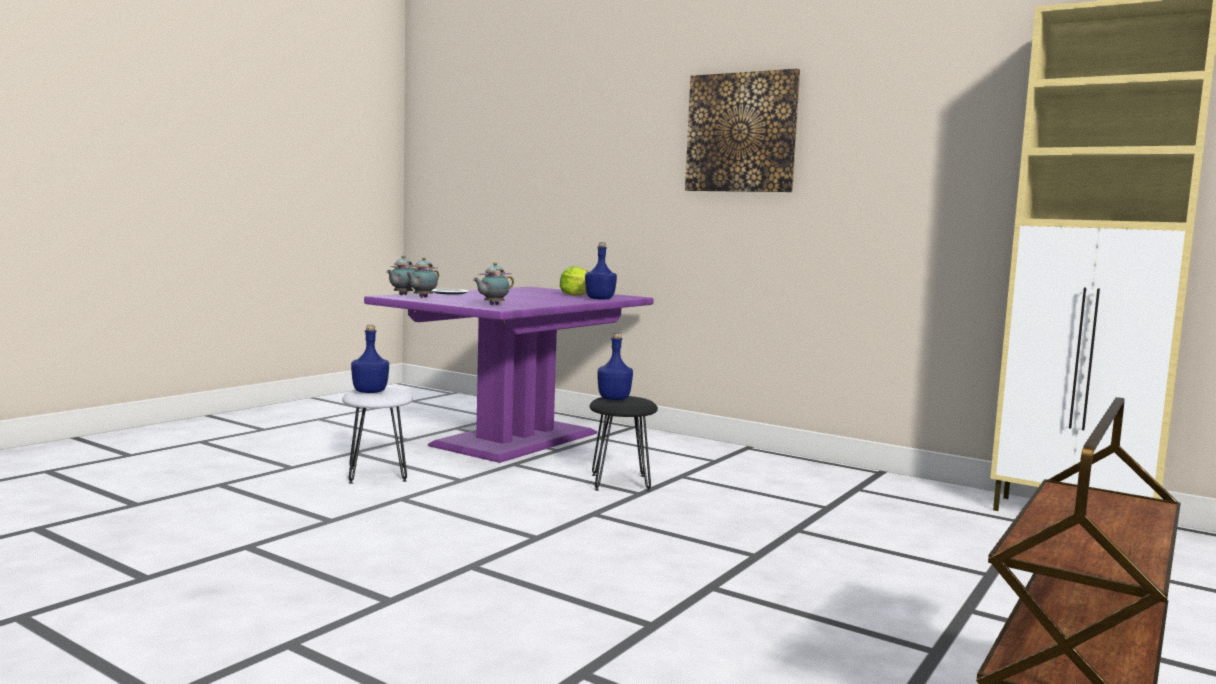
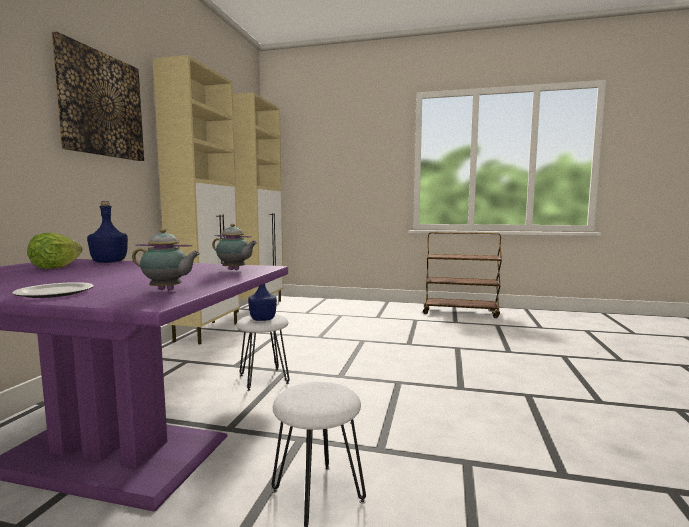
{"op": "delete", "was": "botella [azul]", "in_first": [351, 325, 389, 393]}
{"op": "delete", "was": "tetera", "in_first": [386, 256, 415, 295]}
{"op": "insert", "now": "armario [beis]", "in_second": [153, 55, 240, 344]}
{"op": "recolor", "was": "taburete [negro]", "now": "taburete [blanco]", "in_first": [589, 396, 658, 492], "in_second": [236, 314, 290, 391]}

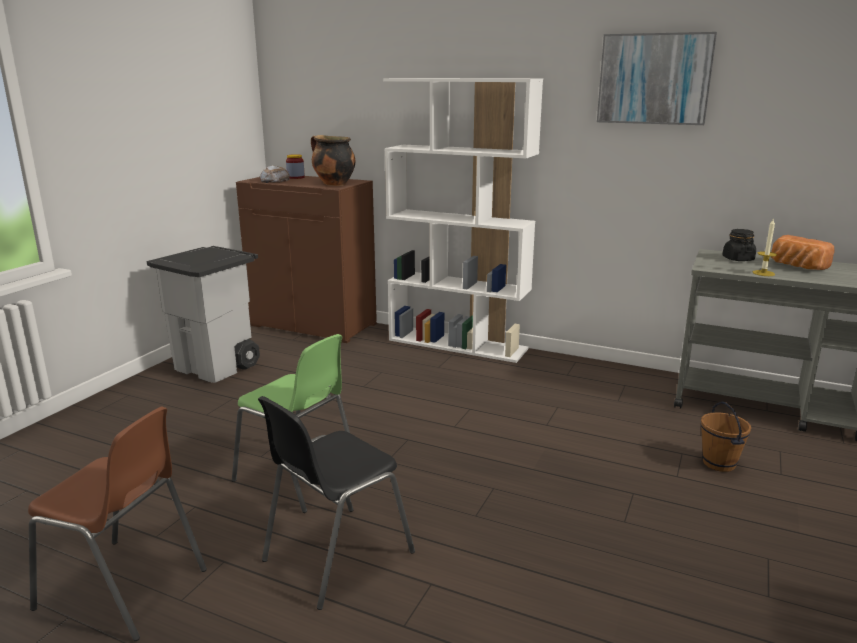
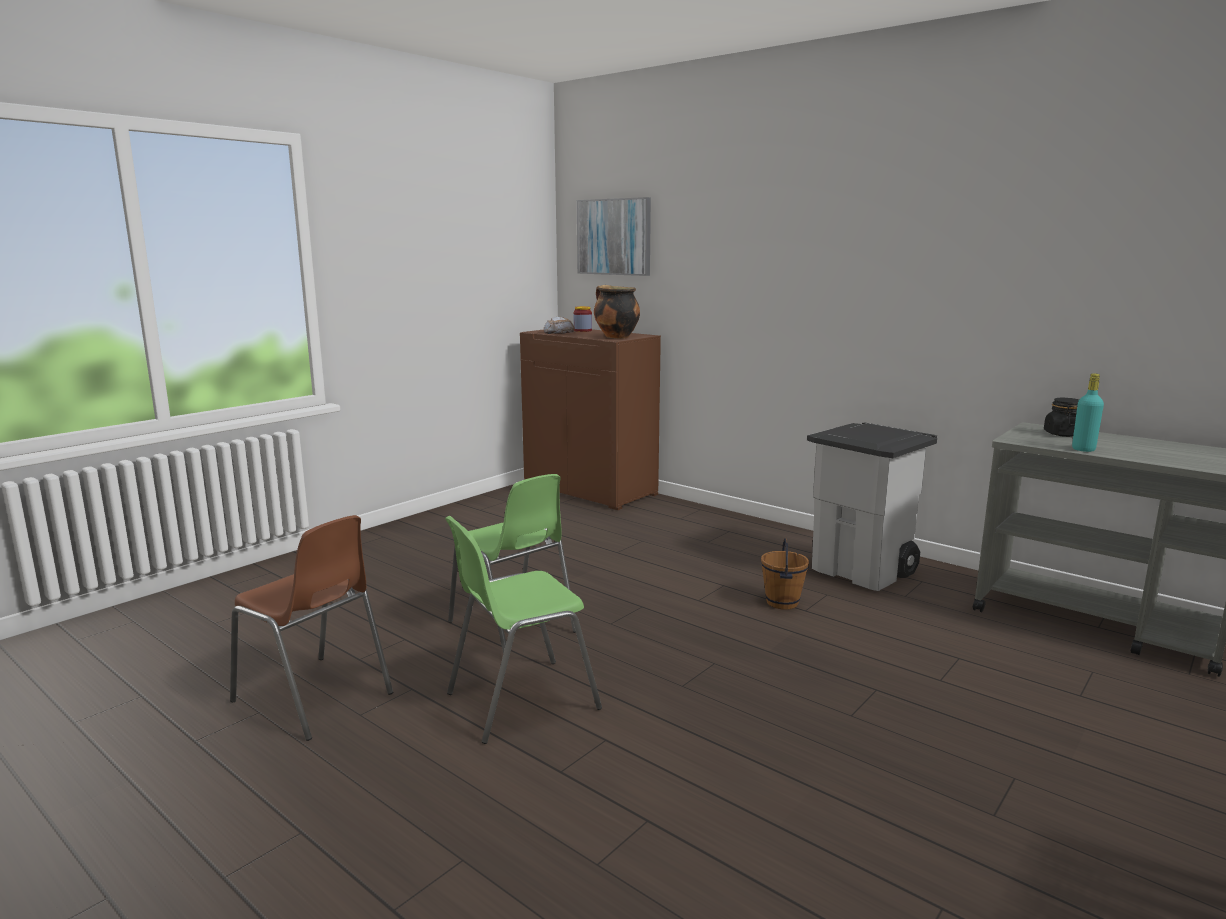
{"op": "delete", "was": "estantería [blanco]", "in_first": [383, 78, 543, 363]}
{"op": "delete", "was": "pan", "in_first": [771, 235, 835, 270]}
{"op": "move", "was": "papelera [gris]", "in_first": [147, 246, 260, 383], "in_second": [807, 422, 937, 591]}
{"op": "move", "was": "cuadro", "in_first": [597, 32, 717, 125], "in_second": [577, 197, 651, 276]}
{"op": "move", "was": "cubo [marrón]", "in_first": [701, 402, 751, 472], "in_second": [761, 538, 809, 610]}
{"op": "replace", "was": "vela", "now": "botella [turquesa]", "in_first": [752, 218, 777, 276], "in_second": [1072, 373, 1104, 452]}
{"op": "recolor", "was": "silla [negro]", "now": "silla [verde]", "in_first": [258, 396, 415, 610], "in_second": [445, 516, 602, 744]}

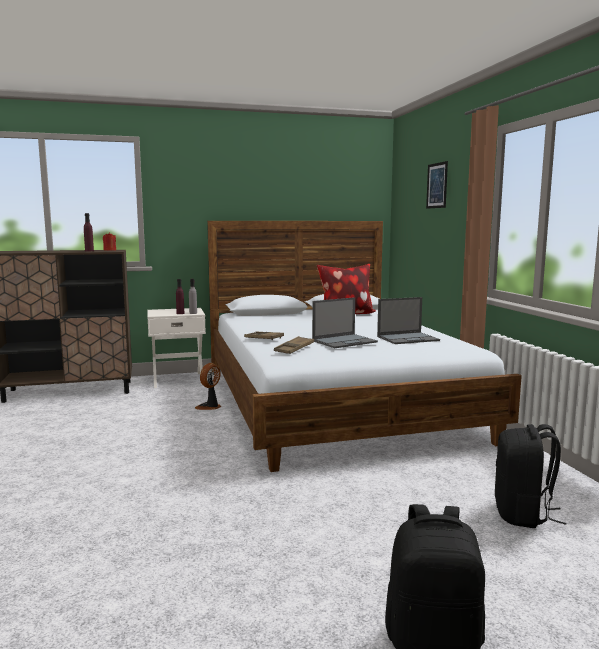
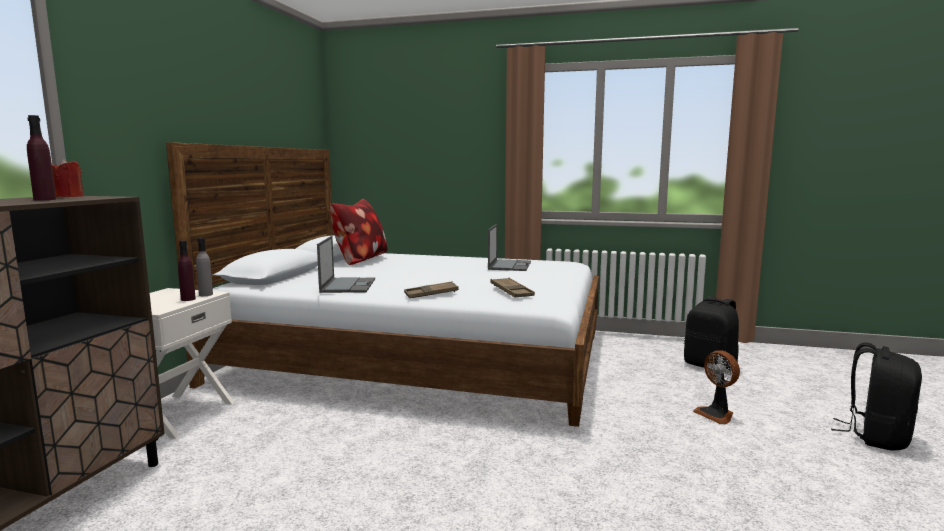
{"op": "delete", "was": "cuadro", "in_first": [426, 161, 448, 209]}
{"op": "move", "was": "ventilador", "in_first": [195, 363, 221, 410], "in_second": [693, 350, 740, 424]}
{"op": "move", "was": "portátil", "in_first": [312, 297, 378, 348], "in_second": [317, 236, 375, 293]}

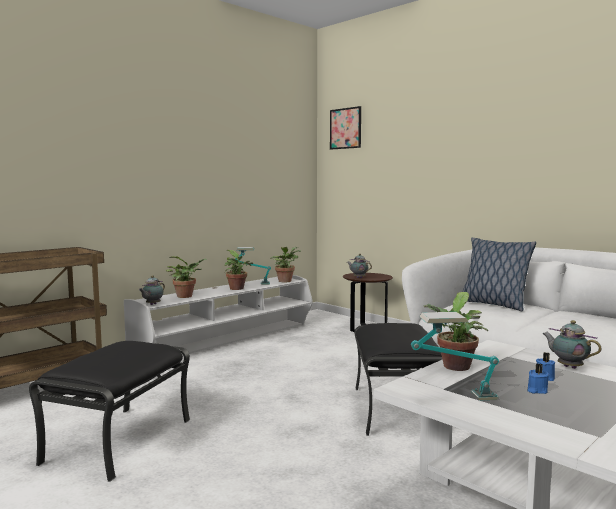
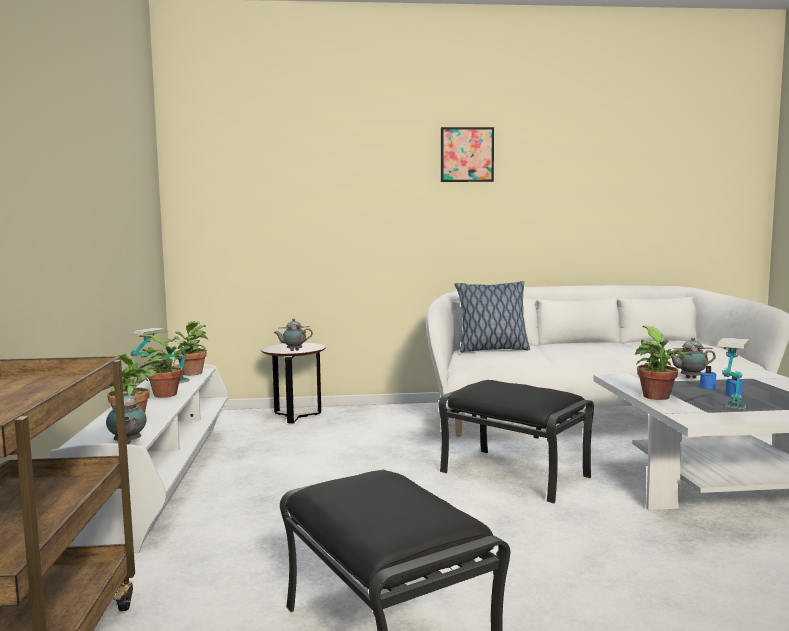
{"op": "move", "was": "cuadro", "in_first": [330, 106, 361, 150], "in_second": [441, 127, 494, 182]}

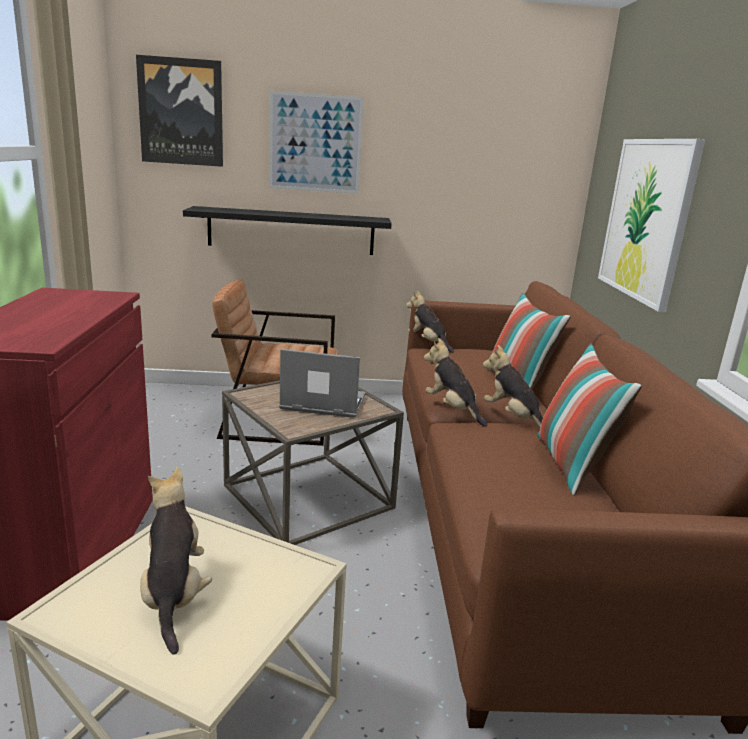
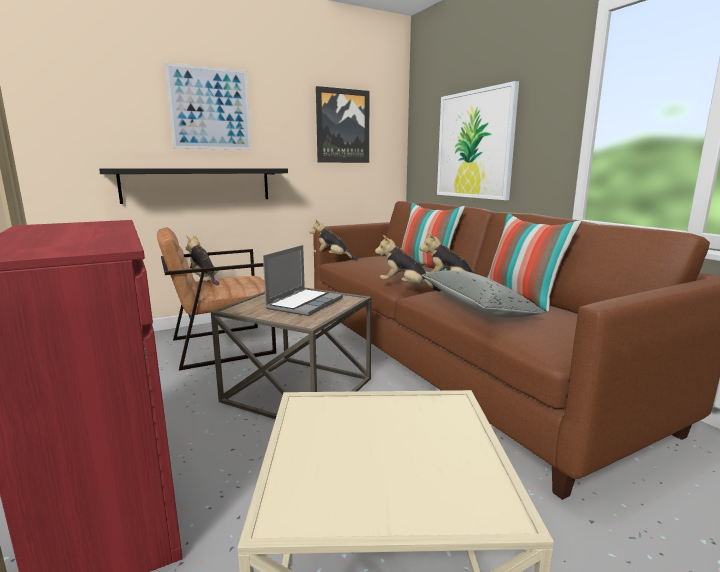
{"op": "insert", "now": "cojín [gris]", "in_second": [422, 271, 546, 318]}
{"op": "move", "was": "cuadro", "in_first": [136, 55, 223, 167], "in_second": [316, 86, 370, 163]}
{"op": "move", "was": "peluche", "in_first": [140, 467, 212, 655], "in_second": [186, 235, 219, 286]}
{"op": "rotate", "was": "portátil", "in_first": [279, 349, 366, 418], "in_second": [263, 245, 343, 316], "clockwise": 135}

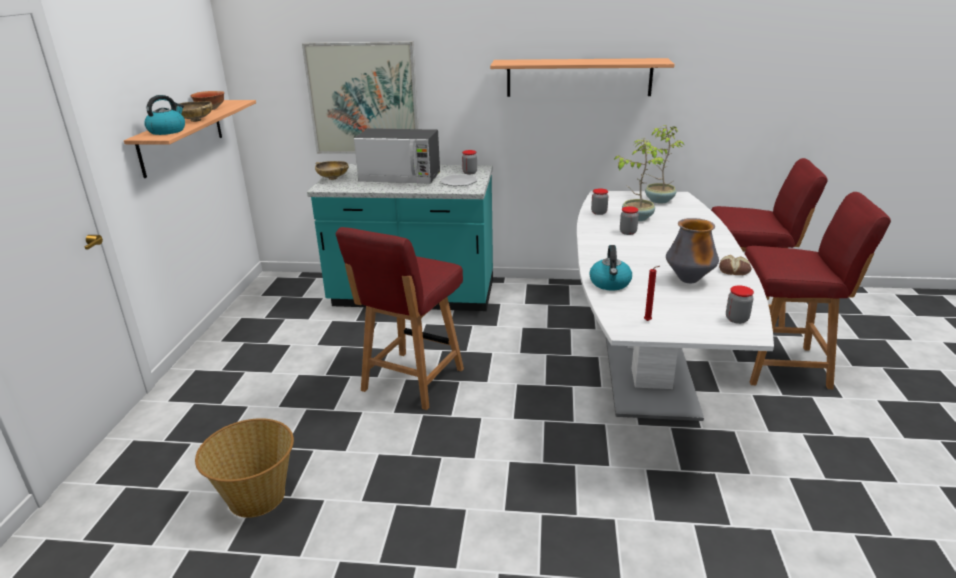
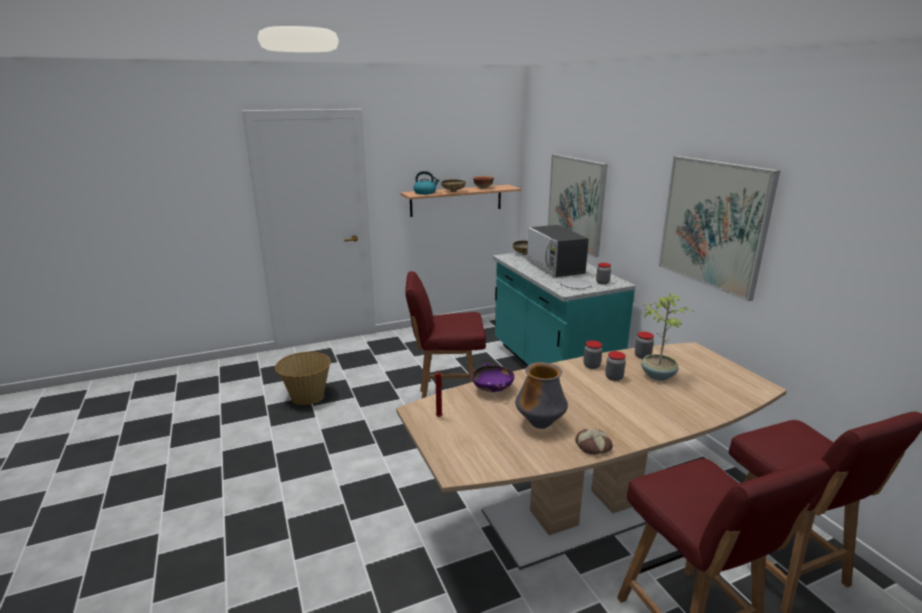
{"op": "delete", "was": "planta en maceta", "in_first": [645, 125, 685, 203]}
{"op": "move", "was": "tarro", "in_first": [726, 286, 754, 324], "in_second": [583, 340, 602, 369]}
{"op": "replace", "was": "estante", "now": "cuadro", "in_first": [490, 58, 675, 97], "in_second": [658, 156, 780, 301]}
{"op": "replace", "was": "hervidor", "now": "cuenco [morado]", "in_first": [589, 245, 632, 291], "in_second": [472, 363, 515, 392]}
{"op": "recolor", "was": "mesa de comedor [blanco]", "now": "mesa de comedor [marrón]", "in_first": [577, 191, 774, 421], "in_second": [396, 342, 787, 570]}

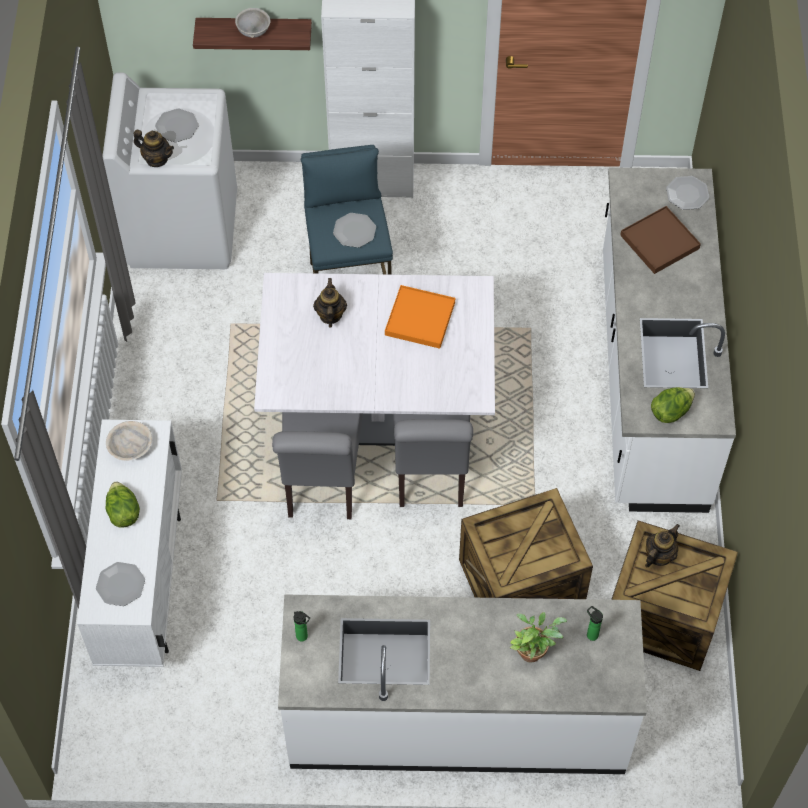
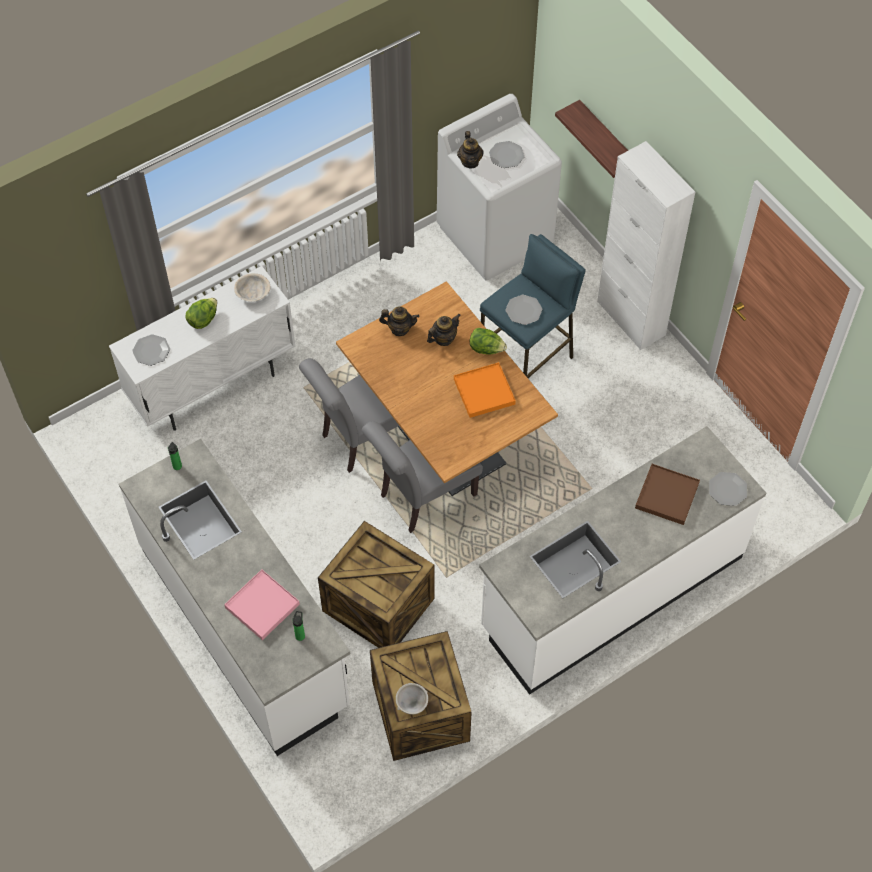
{"op": "move", "was": "cuenco [gris]", "in_first": [235, 8, 271, 38], "in_second": [396, 683, 428, 715]}
{"op": "move", "was": "tetera", "in_first": [645, 524, 680, 567], "in_second": [379, 306, 419, 336]}
{"op": "move", "was": "lechuga", "in_first": [651, 387, 695, 423], "in_second": [470, 328, 507, 355]}
{"op": "replace", "was": "planta en maceta", "now": "bandeja [rosa]", "in_first": [510, 612, 568, 663], "in_second": [224, 569, 300, 640]}
{"op": "recolor", "was": "mesa de comedor [blanco]", "now": "mesa de comedor [marrón]", "in_first": [254, 273, 495, 446], "in_second": [336, 281, 558, 496]}

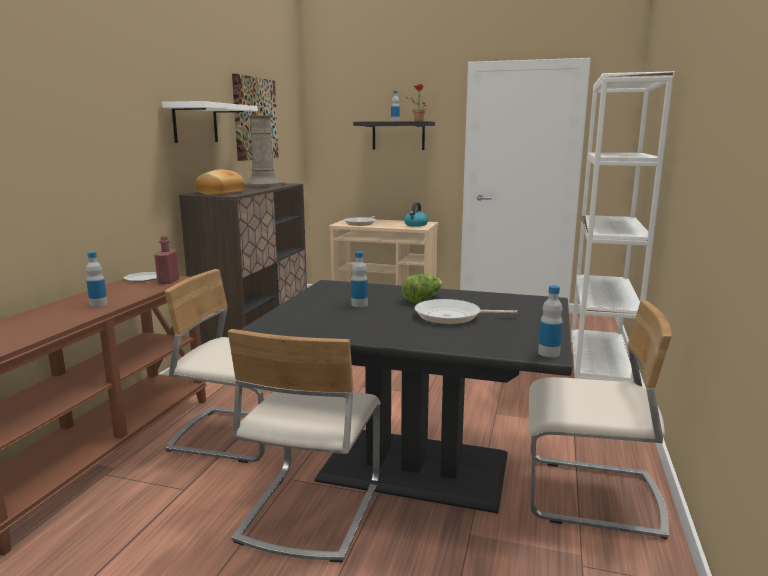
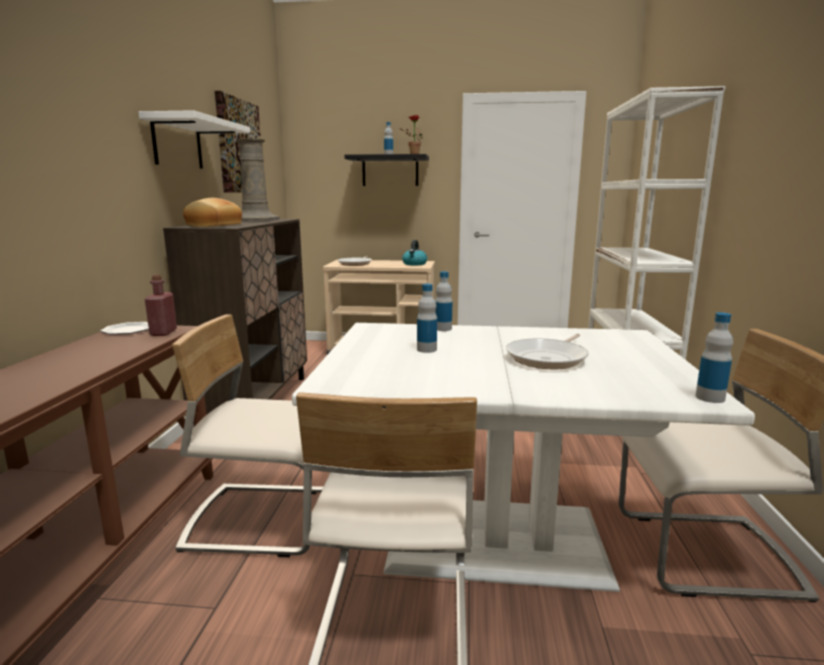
{"op": "delete", "was": "lechuga", "in_first": [402, 274, 442, 303]}
{"op": "move", "was": "botella", "in_first": [86, 252, 108, 307], "in_second": [435, 271, 452, 331]}
{"op": "recolor", "was": "mesa de comedor [negro]", "now": "mesa de comedor [blanco]", "in_first": [240, 280, 573, 513], "in_second": [292, 323, 755, 592]}
{"op": "rotate", "was": "sartén", "in_first": [414, 299, 517, 324], "in_second": [506, 334, 589, 369], "clockwise": -45}

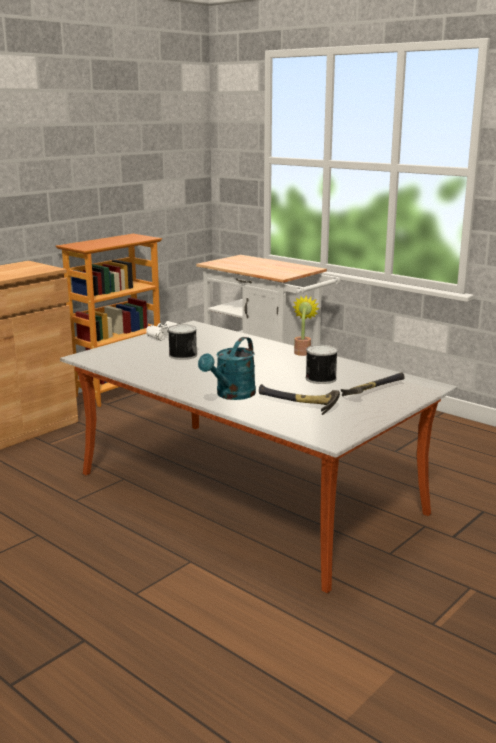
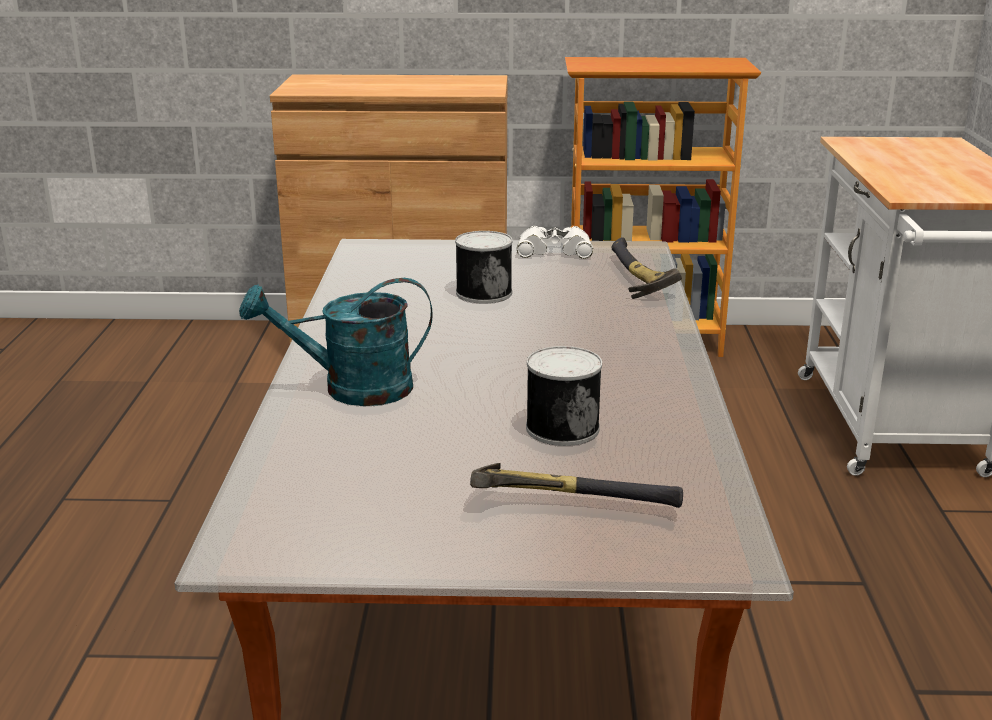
{"op": "delete", "was": "planta en maceta", "in_first": [292, 295, 320, 356]}
{"op": "move", "was": "martillo", "in_first": [259, 384, 340, 415], "in_second": [611, 237, 682, 299]}

